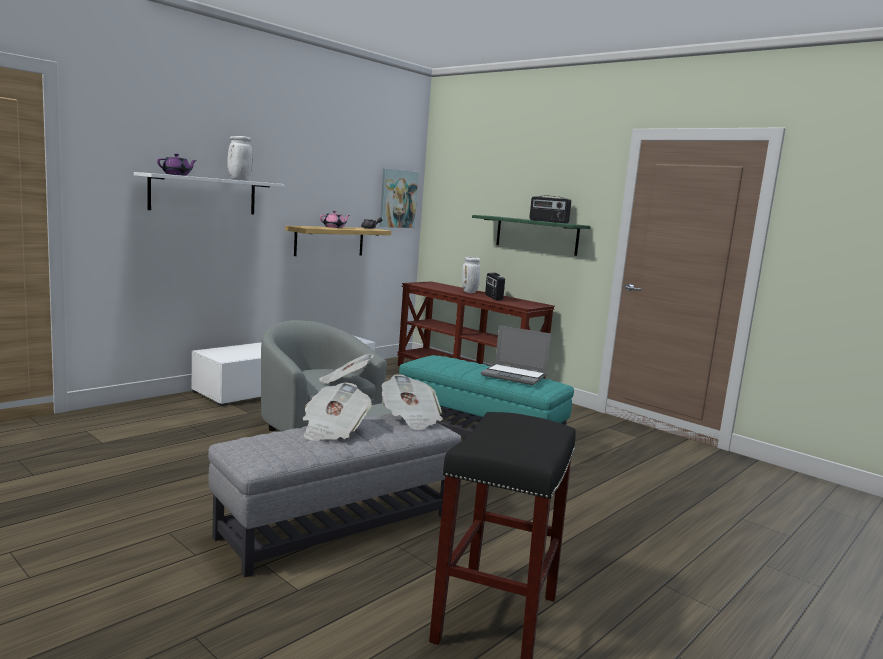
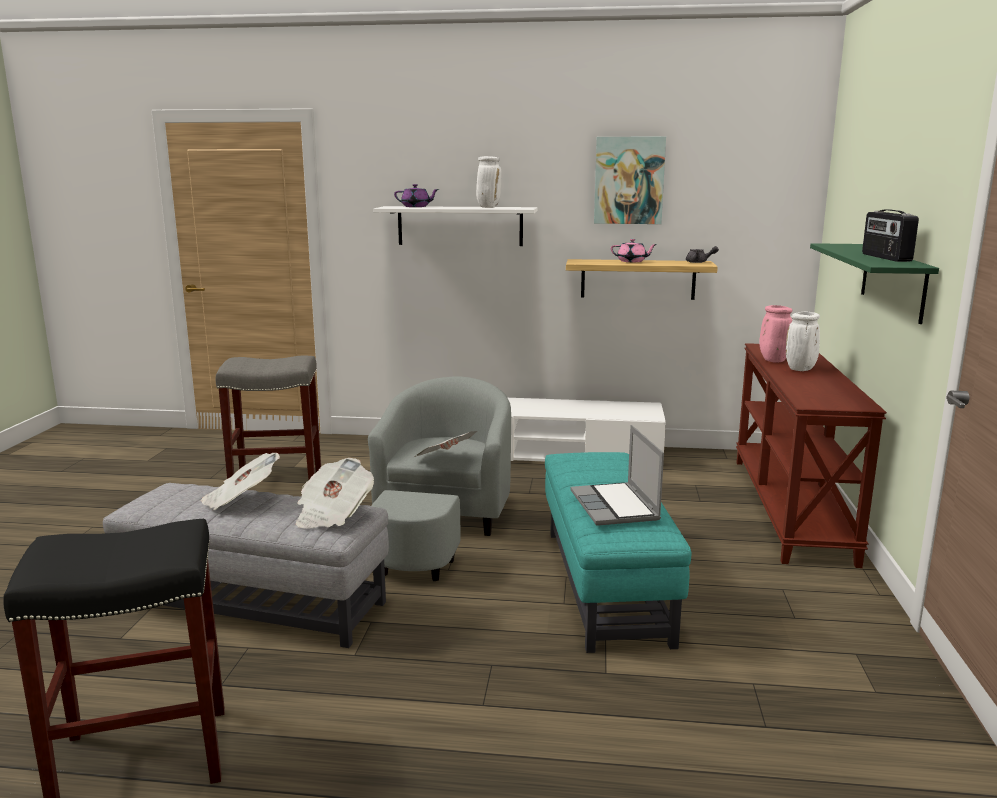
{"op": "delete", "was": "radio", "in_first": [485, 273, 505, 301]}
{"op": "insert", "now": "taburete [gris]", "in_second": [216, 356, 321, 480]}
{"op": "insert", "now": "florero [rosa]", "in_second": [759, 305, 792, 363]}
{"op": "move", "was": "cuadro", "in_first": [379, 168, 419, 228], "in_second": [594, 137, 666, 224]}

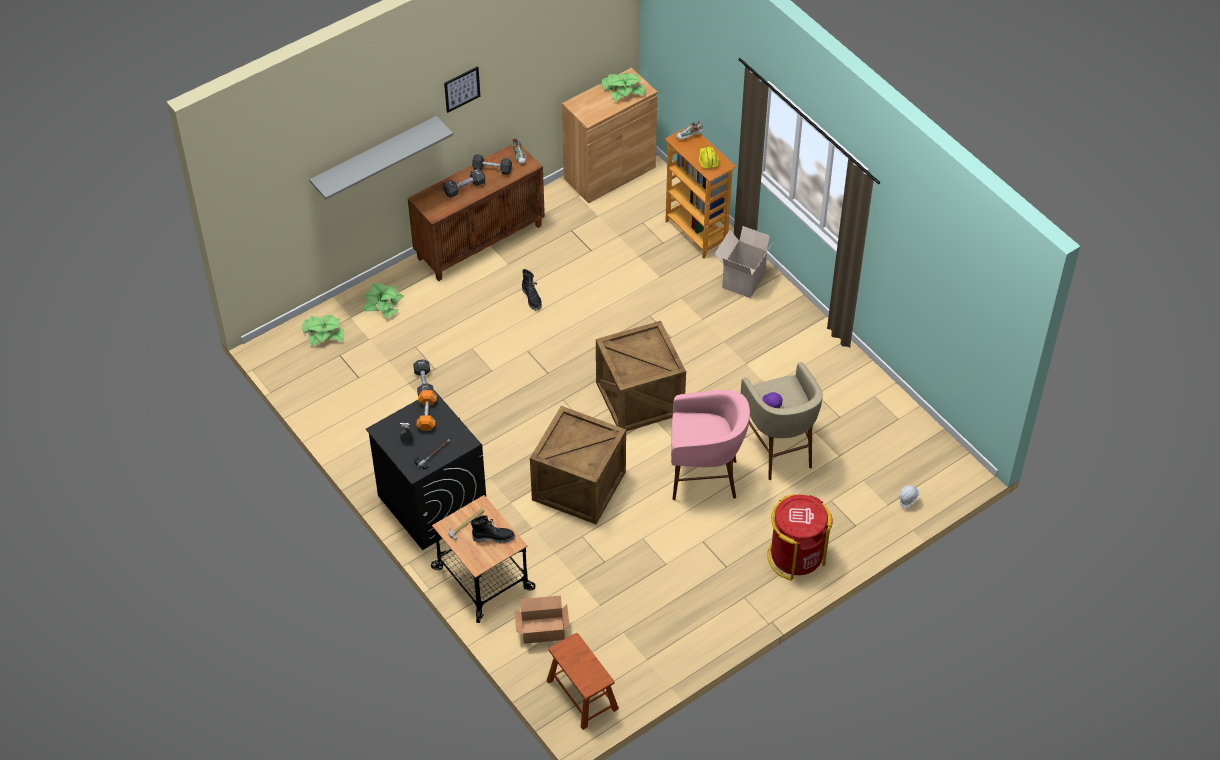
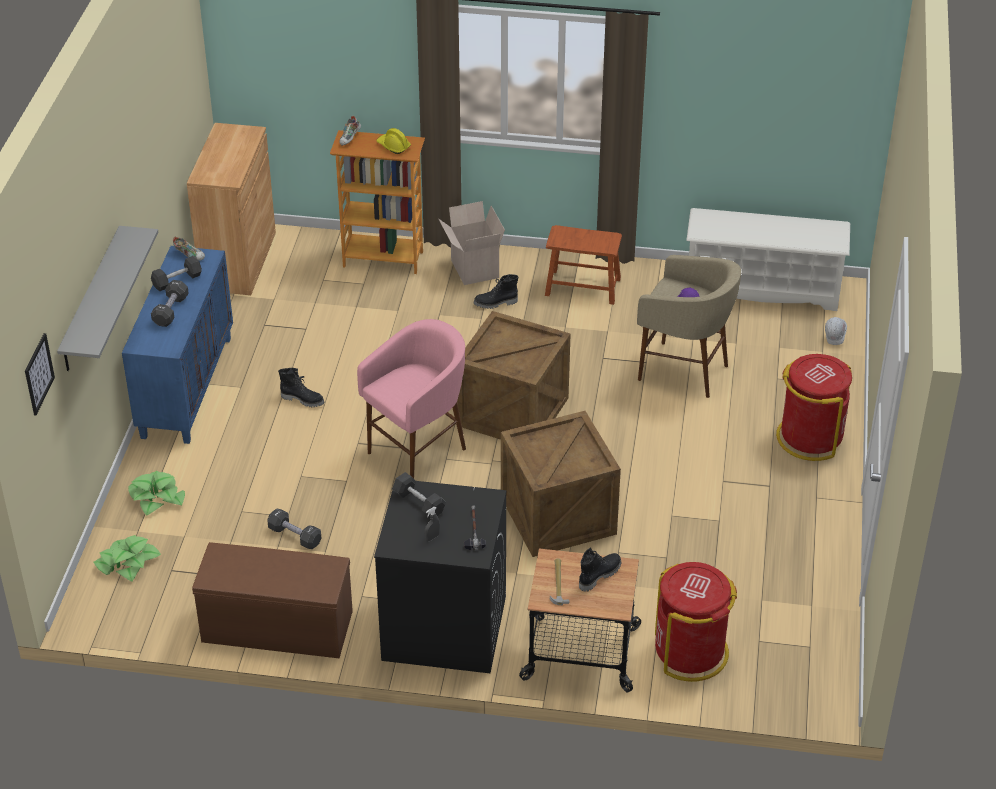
{"op": "delete", "was": "planta en maceta", "in_first": [602, 73, 645, 102]}
{"op": "insert", "now": "banco [marrón]", "in_second": [192, 542, 353, 658]}
{"op": "insert", "now": "bota [negro]", "in_second": [474, 274, 518, 309]}
{"op": "insert", "now": "zapatero [blanco]", "in_second": [686, 208, 850, 311]}
{"op": "move", "was": "cuadro", "in_first": [444, 66, 480, 113], "in_second": [25, 333, 55, 415]}
{"op": "move", "was": "taburete [marrón]", "in_first": [547, 633, 619, 730], "in_second": [545, 225, 622, 305]}
{"op": "move", "was": "taburete [rosa]", "in_first": [671, 390, 750, 500], "in_second": [357, 319, 466, 478]}
{"op": "replace", "was": "caja de cartón", "now": "papelera [rojo]", "in_first": [514, 595, 570, 644], "in_second": [655, 562, 737, 682]}
{"op": "recolor", "was": "armario [marrón]", "now": "armario [azul]", "in_first": [408, 145, 545, 281], "in_second": [122, 246, 233, 444]}
{"op": "recolor", "was": "mancuerna [naranja]", "now": "mancuerna [negro]", "in_first": [416, 390, 437, 431], "in_second": [392, 472, 446, 517]}

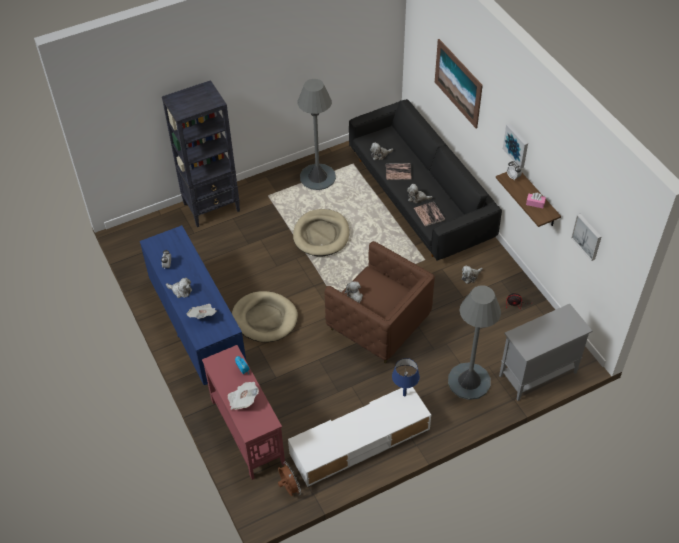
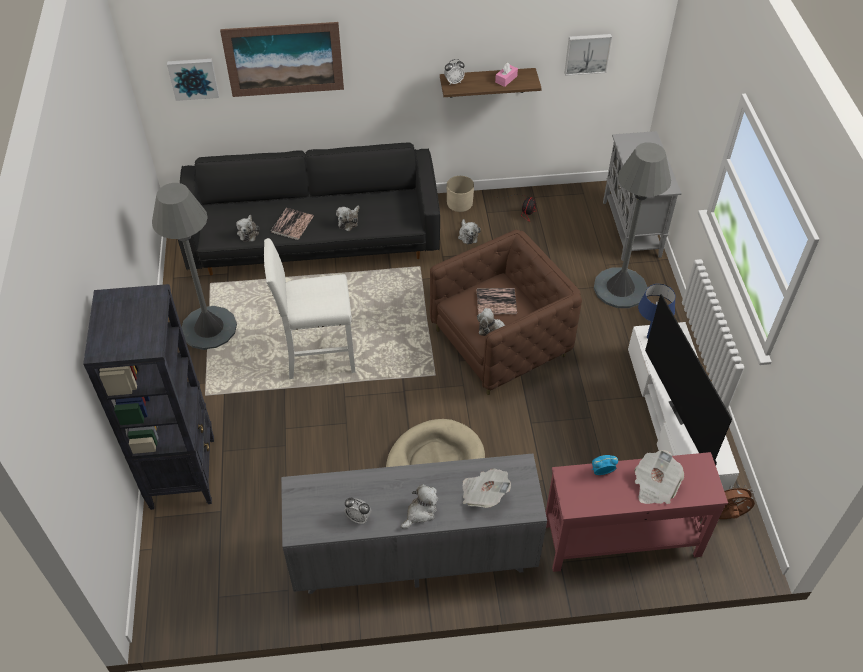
{"op": "insert", "now": "maceta [beis]", "in_second": [447, 176, 474, 212]}
{"op": "insert", "now": "televisor", "in_second": [645, 294, 732, 465]}
{"op": "move", "was": "libro", "in_first": [414, 202, 445, 226], "in_second": [477, 288, 517, 314]}
{"op": "move", "was": "cuadro", "in_first": [503, 123, 528, 168], "in_second": [167, 59, 219, 101]}
{"op": "replace", "was": "cama para perro [beis]", "now": "taburete [blanco]", "in_first": [293, 209, 350, 256], "in_second": [264, 238, 356, 379]}
{"op": "recolor", "was": "cómoda [azul]", "now": "cómoda [gris]", "in_first": [140, 225, 246, 385], "in_second": [281, 454, 547, 594]}

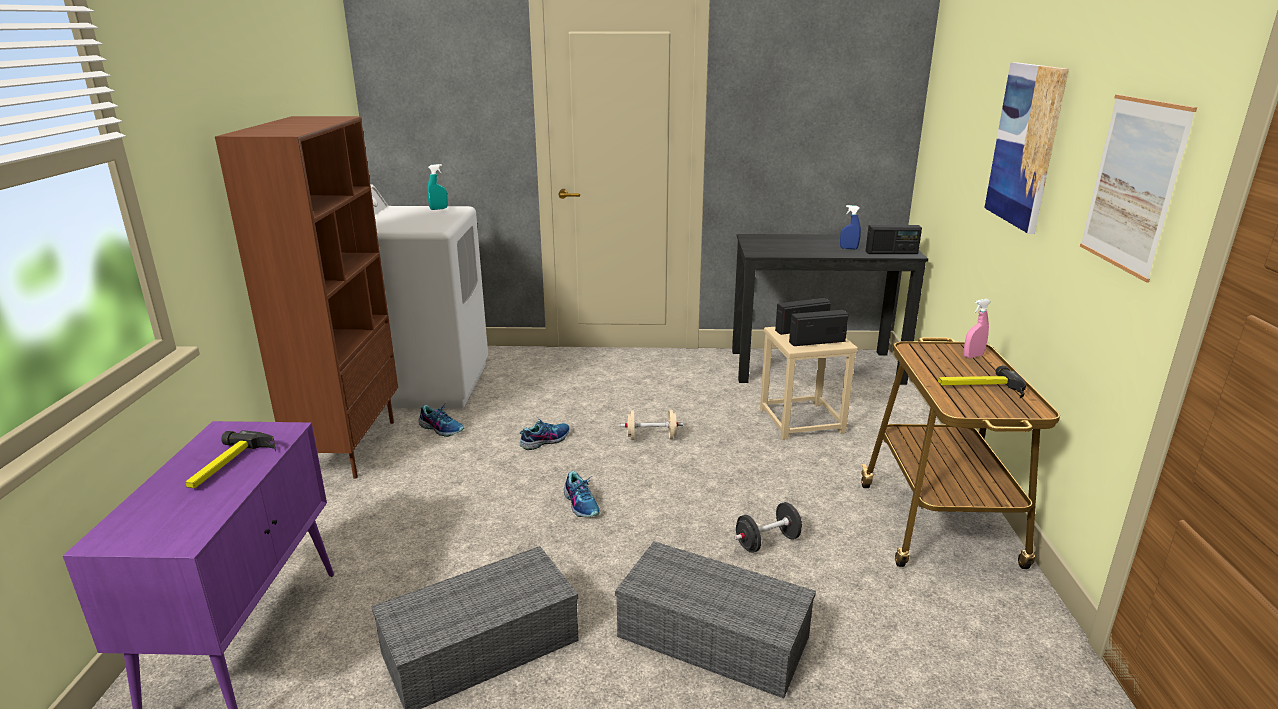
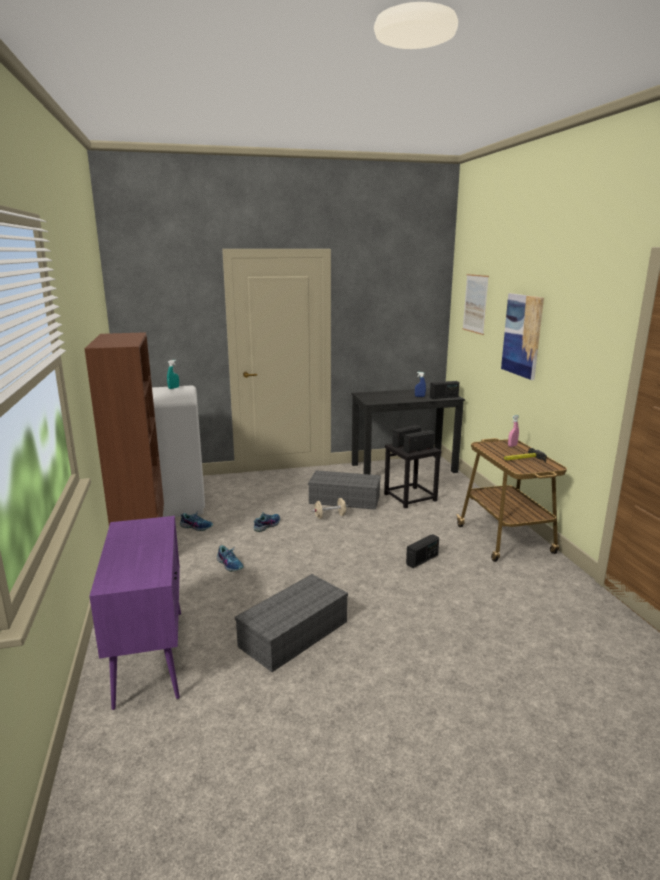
{"op": "delete", "was": "martillo", "in_first": [185, 430, 276, 488]}
{"op": "move", "was": "zapato", "in_first": [564, 471, 600, 517], "in_second": [217, 545, 244, 572]}
{"op": "move", "was": "caja de almacenaje [gris]", "in_first": [615, 541, 816, 698], "in_second": [308, 471, 381, 510]}
{"op": "move", "was": "cuadro", "in_first": [1080, 95, 1197, 282], "in_second": [463, 274, 489, 335]}
{"op": "replace", "was": "mancuerna [negro]", "now": "radio", "in_first": [735, 502, 802, 553], "in_second": [406, 534, 439, 568]}
{"op": "recolor", "was": "taburete [beis]", "now": "taburete [negro]", "in_first": [760, 327, 858, 440], "in_second": [384, 444, 442, 508]}

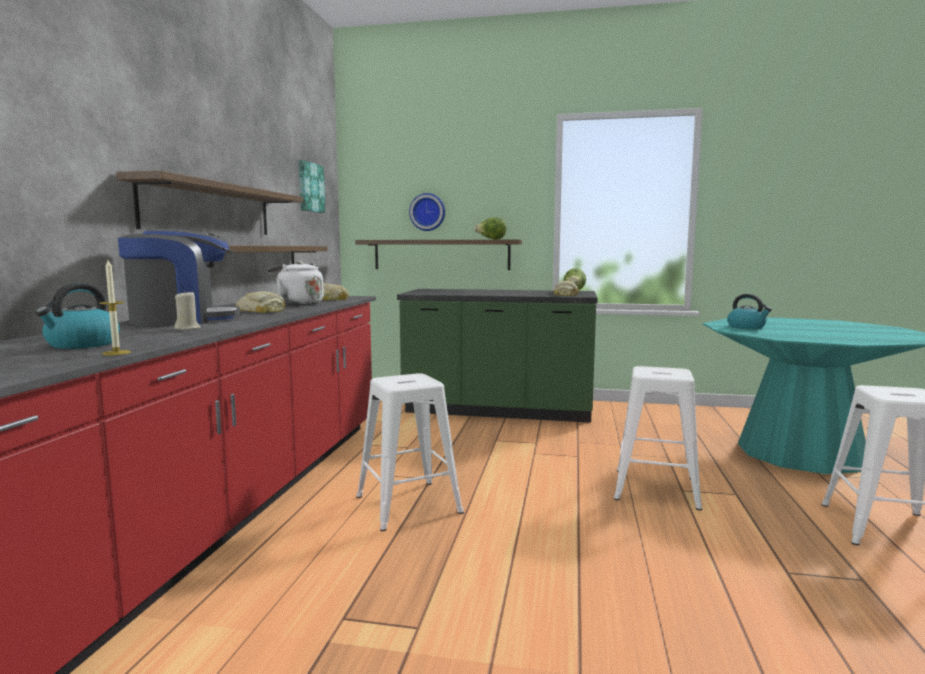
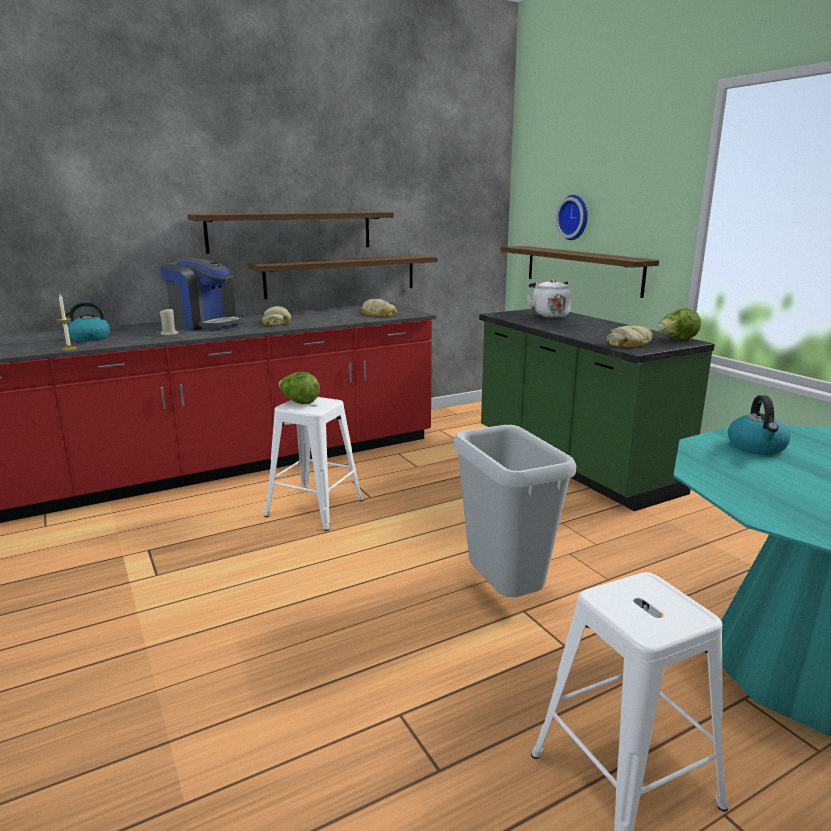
{"op": "delete", "was": "cuadro", "in_first": [299, 160, 325, 213]}
{"op": "move", "was": "hervidor [blanco]", "in_first": [268, 261, 324, 305], "in_second": [526, 279, 571, 318]}
{"op": "move", "was": "lechuga", "in_first": [474, 217, 507, 240], "in_second": [279, 372, 320, 404]}
{"op": "replace", "was": "taburete [blanco]", "now": "papelera [gris]", "in_first": [614, 366, 702, 510], "in_second": [453, 425, 576, 597]}

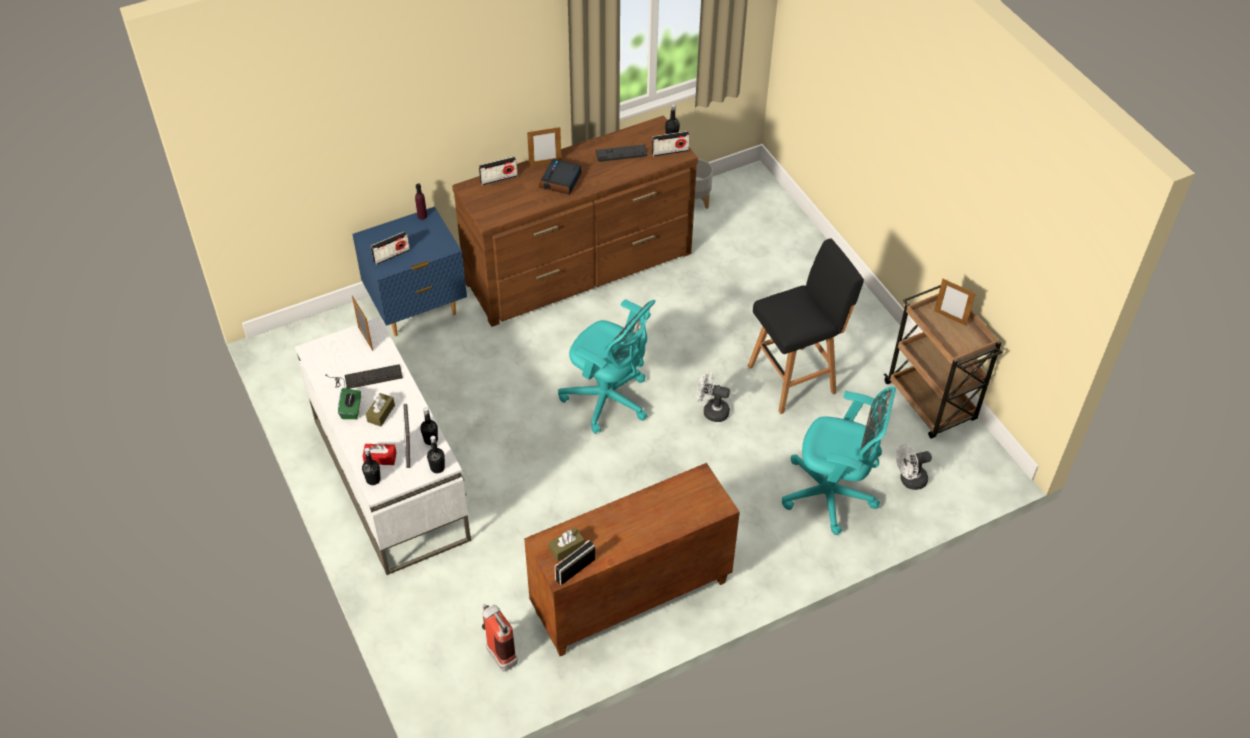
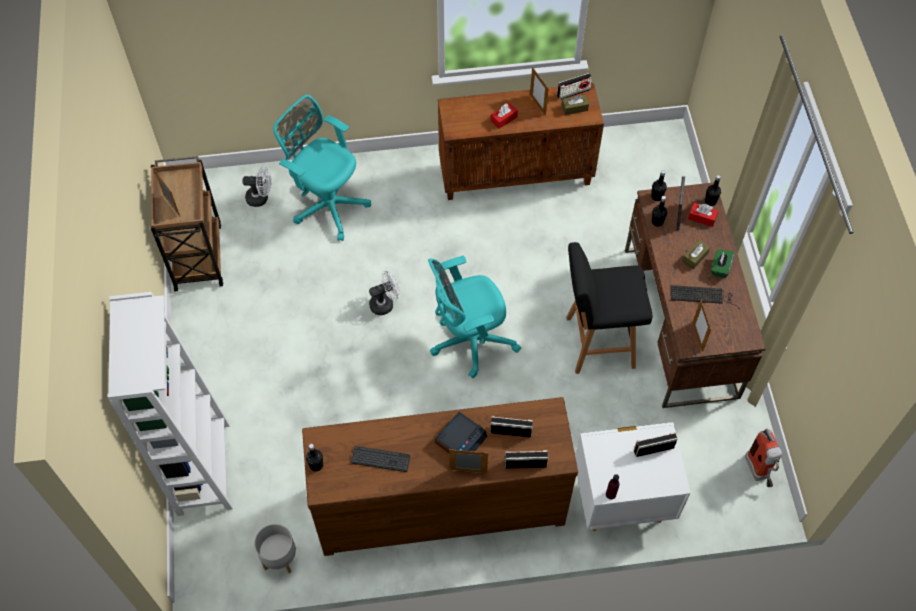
{"op": "insert", "now": "estantería [blanco]", "in_second": [107, 292, 233, 516]}
{"op": "insert", "now": "caja de pañuelos [rojo]", "in_second": [491, 103, 518, 129]}
{"op": "insert", "now": "portarretratos", "in_second": [530, 67, 549, 116]}
{"op": "move", "was": "extintor", "in_first": [482, 604, 518, 671], "in_second": [745, 429, 782, 487]}
{"op": "move", "was": "radio", "in_first": [652, 131, 690, 157], "in_second": [490, 416, 533, 438]}
{"op": "move", "was": "taburete [negro]", "in_first": [748, 238, 864, 414], "in_second": [566, 242, 652, 374]}
{"op": "recolor", "was": "escritorio [blanco]", "now": "escritorio [marrón]", "in_first": [295, 317, 471, 575], "in_second": [625, 183, 765, 408]}
{"op": "recolor", "was": "mesita de noche [azul]", "now": "mesita de noche [blanco]", "in_first": [352, 207, 467, 336], "in_second": [575, 422, 691, 531]}
{"op": "rotate", "was": "silla de oficina [turquesa]", "in_first": [558, 299, 656, 434], "in_second": [428, 255, 521, 378], "clockwise": -75}
{"op": "rotate", "was": "ventilador [blanco]", "in_first": [697, 372, 730, 422], "in_second": [369, 271, 400, 315], "clockwise": -60}

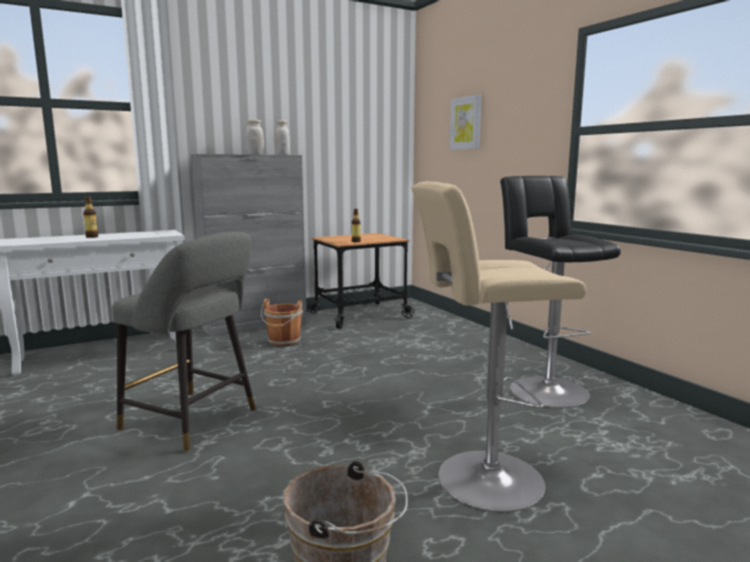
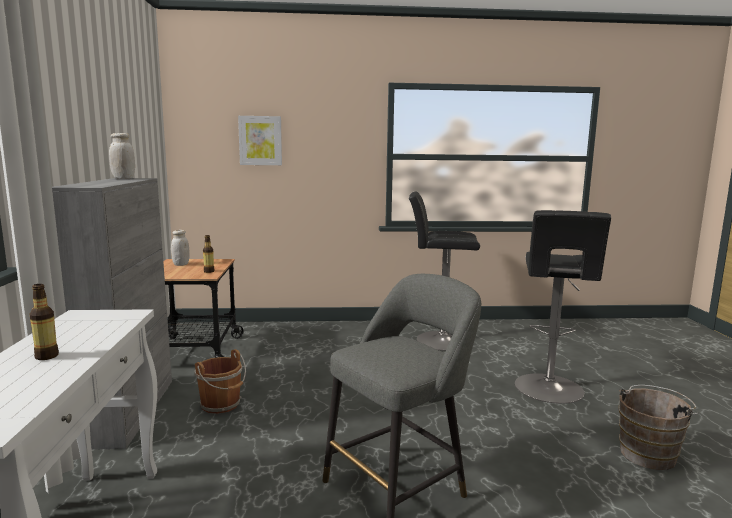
{"op": "move", "was": "tarro [blanco]", "in_first": [245, 119, 264, 155], "in_second": [171, 230, 190, 266]}
{"op": "recolor", "was": "taburete [beis]", "now": "taburete [negro]", "in_first": [411, 181, 586, 512], "in_second": [515, 210, 611, 404]}

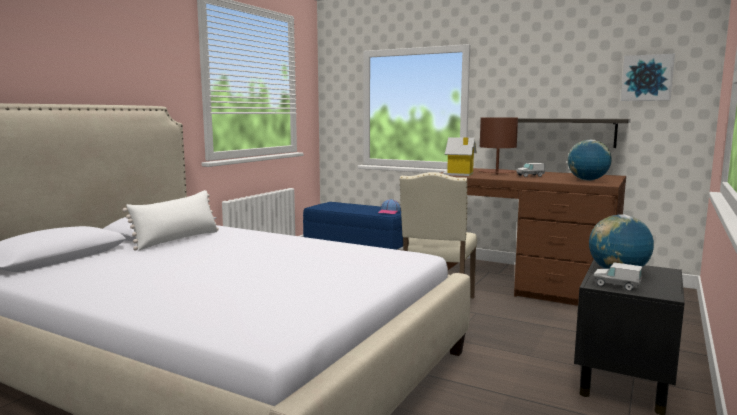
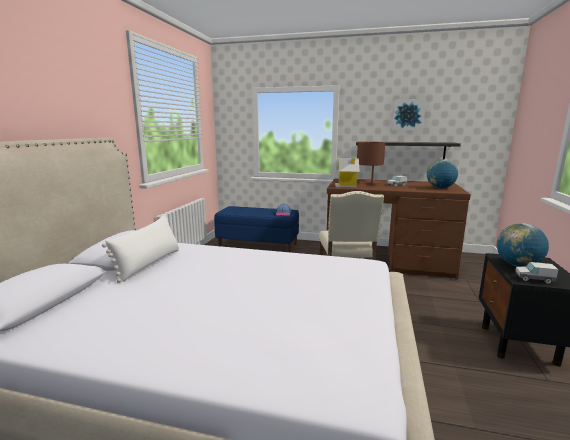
{"op": "move", "was": "cuadro", "in_first": [621, 54, 675, 101], "in_second": [392, 99, 426, 130]}

